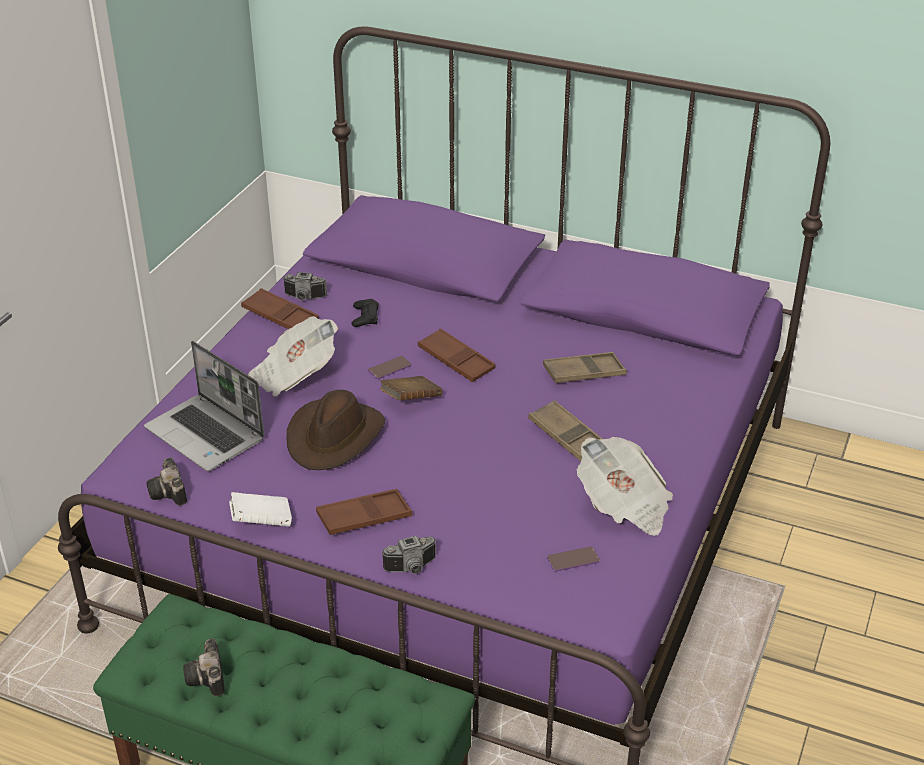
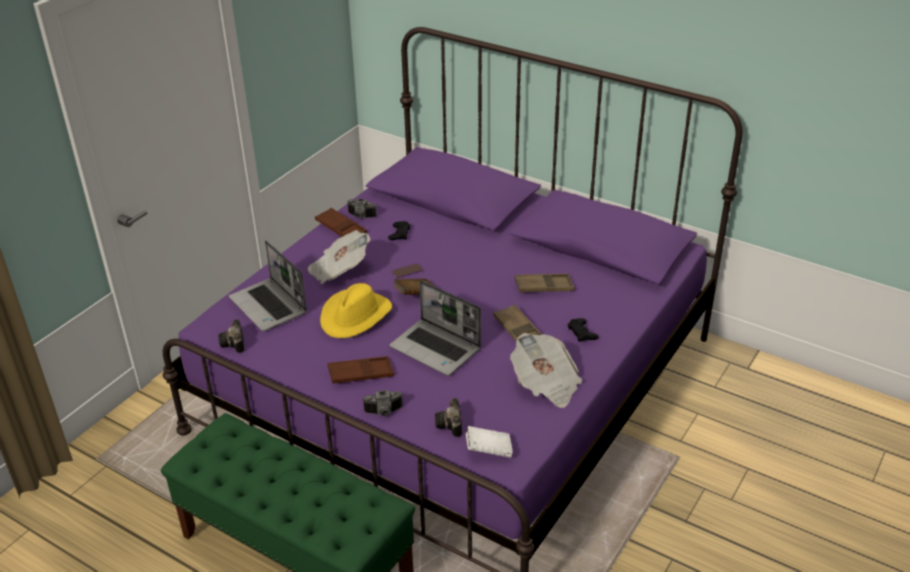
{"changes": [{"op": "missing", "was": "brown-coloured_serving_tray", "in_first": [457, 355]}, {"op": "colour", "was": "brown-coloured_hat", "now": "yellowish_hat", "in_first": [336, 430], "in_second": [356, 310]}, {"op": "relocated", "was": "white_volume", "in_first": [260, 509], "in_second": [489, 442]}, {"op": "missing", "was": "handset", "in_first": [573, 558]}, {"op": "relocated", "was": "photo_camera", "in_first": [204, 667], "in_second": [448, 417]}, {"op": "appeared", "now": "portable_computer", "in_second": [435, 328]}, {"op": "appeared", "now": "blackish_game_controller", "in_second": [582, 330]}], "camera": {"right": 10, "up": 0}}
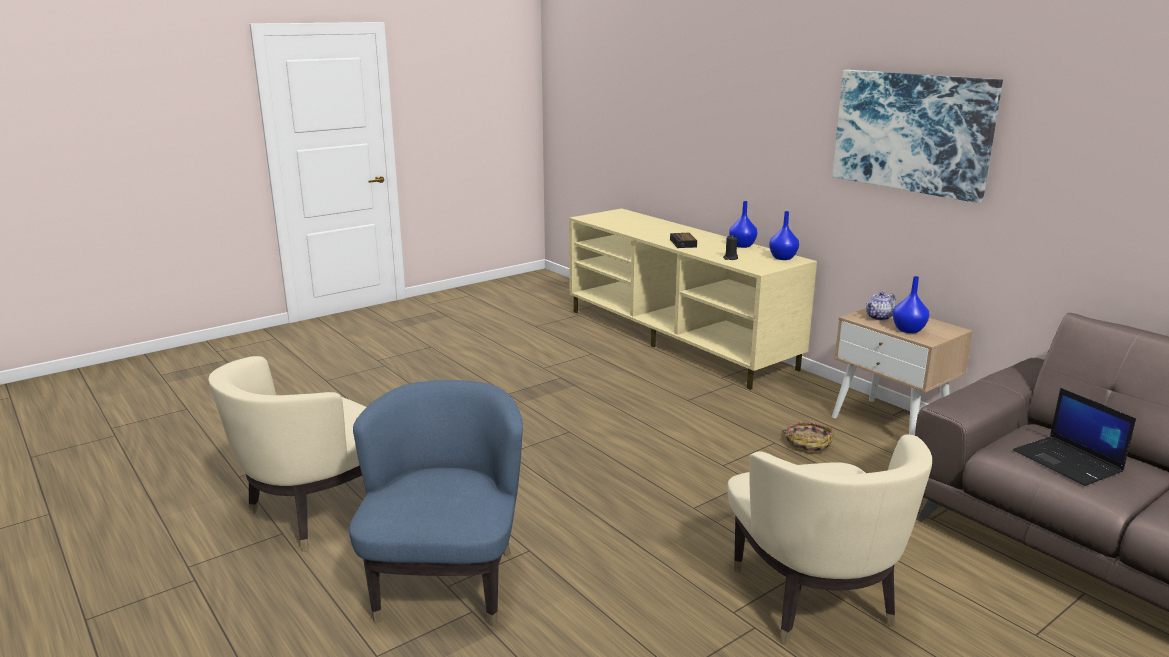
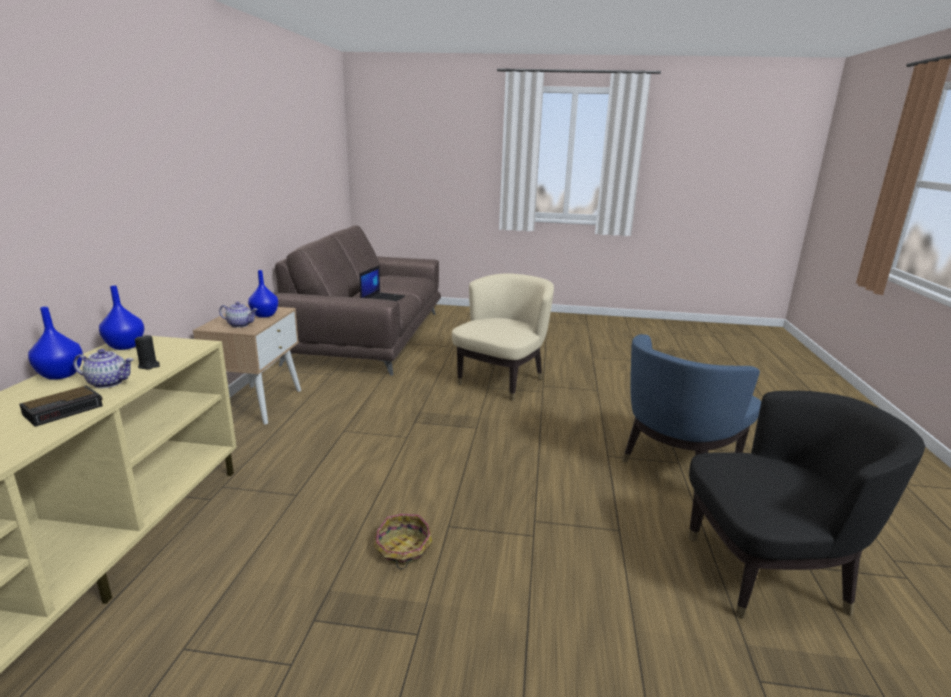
{"changes": [{"op": "missing", "was": "picture", "in_first": [917, 136]}, {"op": "colour", "was": "beige-coloured_armchair", "now": "blackish_armchair", "in_first": [287, 454], "in_second": [806, 505]}, {"op": "relocated", "was": "basket", "in_first": [808, 438], "in_second": [403, 542]}, {"op": "appeared", "now": "tea_pot", "in_second": [103, 368]}], "camera": {"right": -135, "up": 0}}
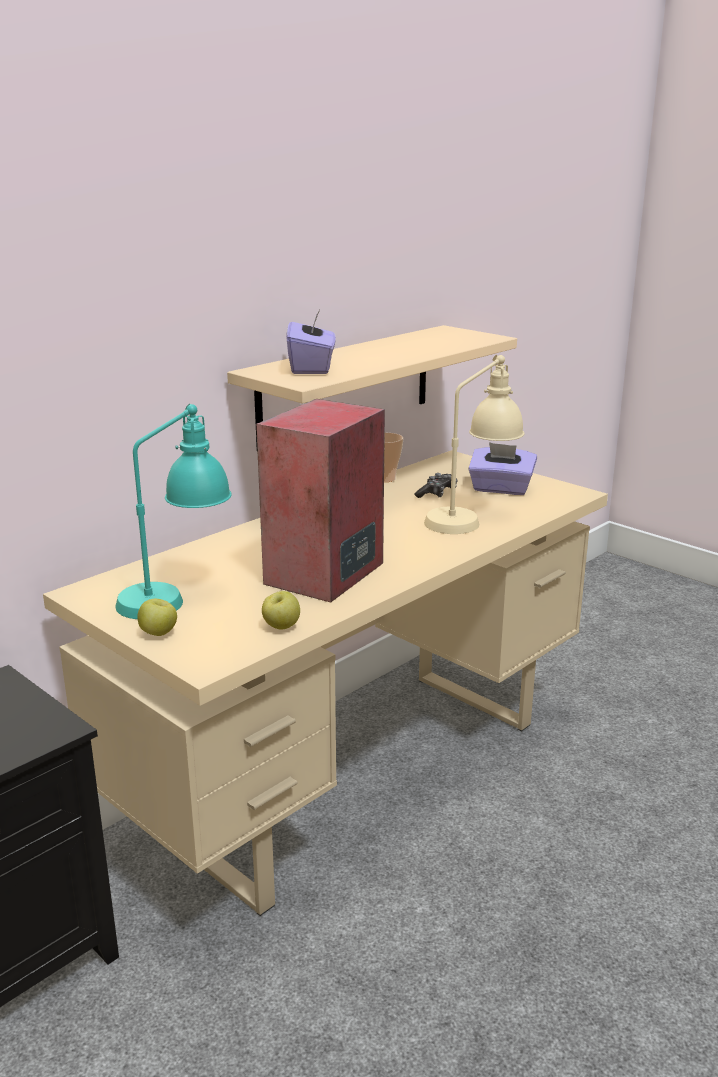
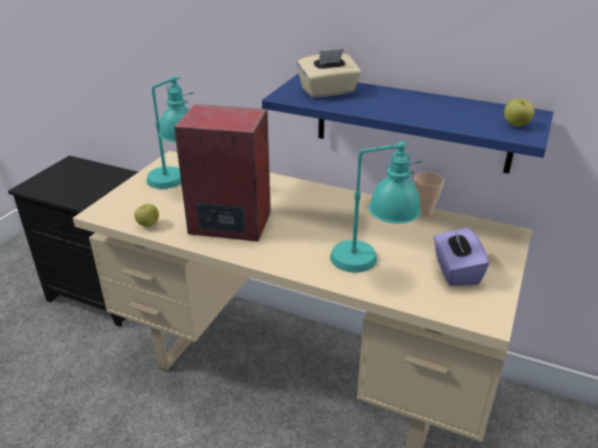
{"changes": [{"op": "colour", "was": "purple-coloured_tissue_holder", "now": "beige-coloured_tissue_holder", "in_first": [311, 342], "in_second": [329, 73]}, {"op": "colour", "was": "beige-coloured_wall_shelf", "now": "blue_wall_shelf", "in_first": [372, 384], "in_second": [408, 124]}, {"op": "colour", "was": "beige-coloured_tabletop_lamp", "now": "blue-green_tabletop_lamp", "in_first": [474, 444], "in_second": [376, 207]}, {"op": "missing", "was": "game_controller", "in_first": [436, 485]}, {"op": "relocated", "was": "apple_fruit", "in_first": [157, 617], "in_second": [519, 112]}], "camera": {"right": 70, "up": 10}}
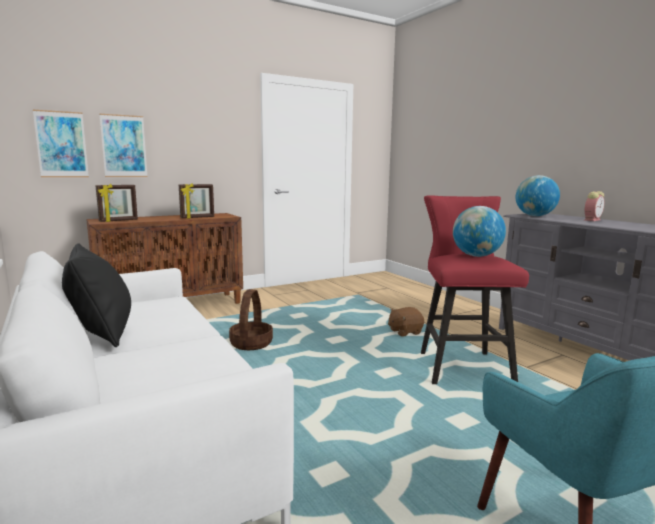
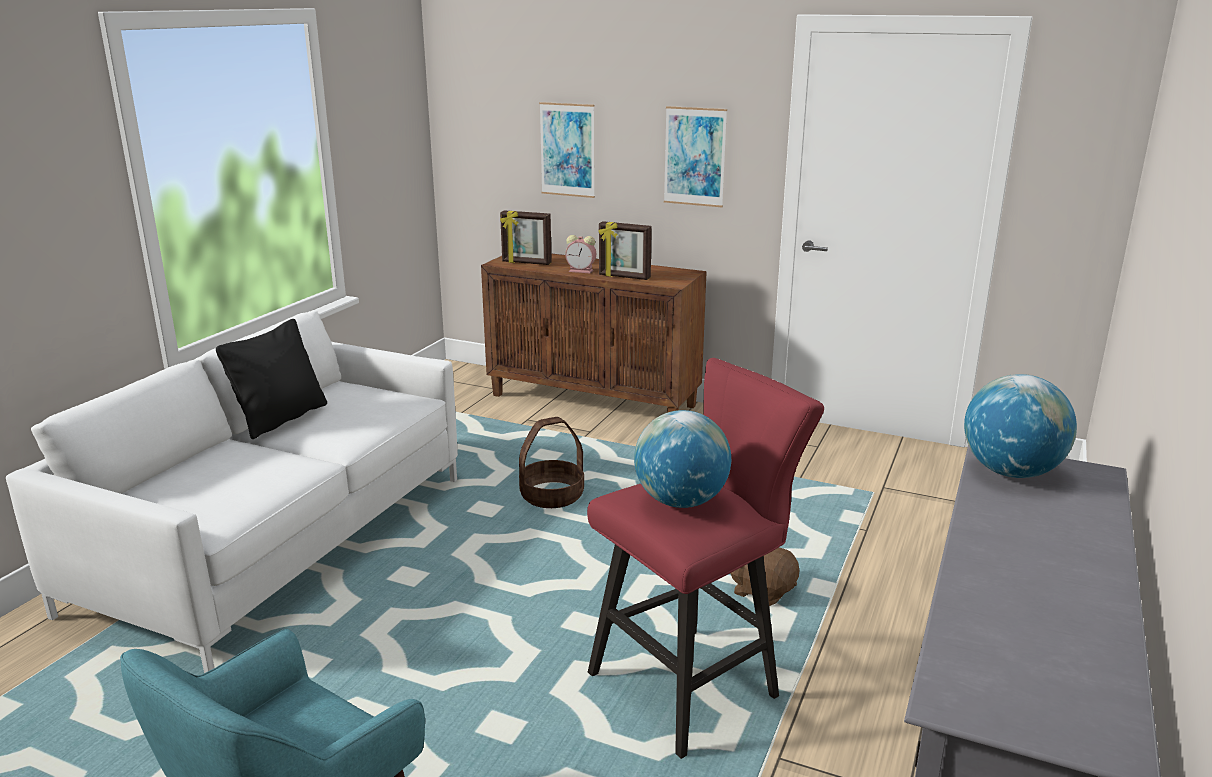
{"changes": [{"op": "relocated", "was": "picture", "in_first": [61, 143], "in_second": [695, 156]}, {"op": "relocated", "was": "bedside_clock", "in_first": [594, 206], "in_second": [580, 254]}], "camera": {"right": 55, "up": 10}}
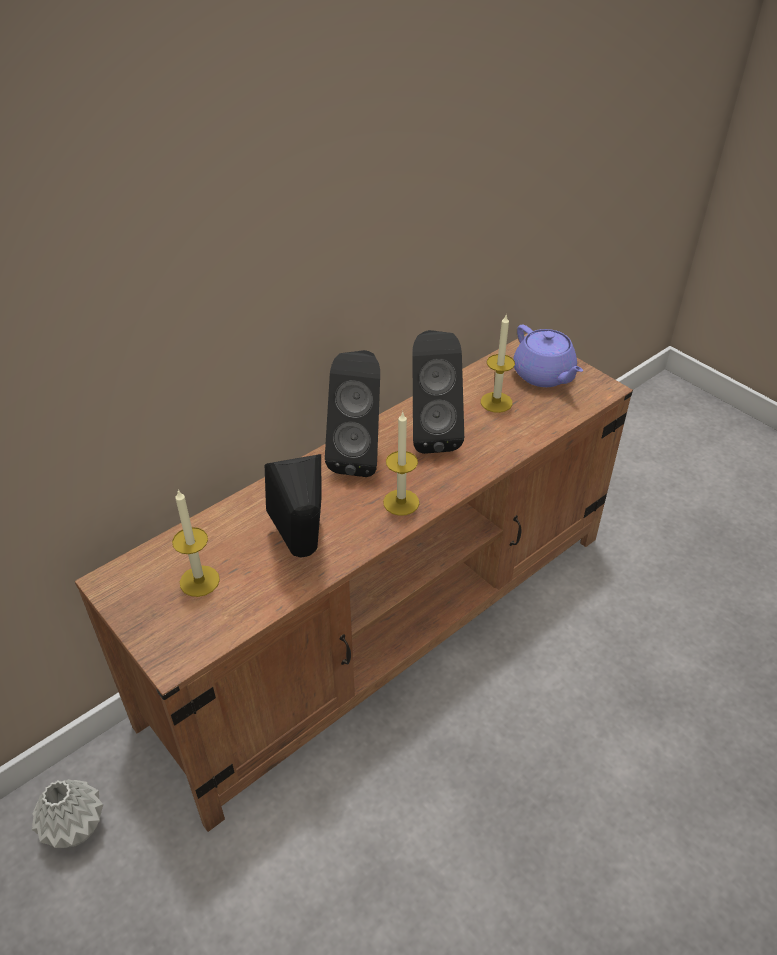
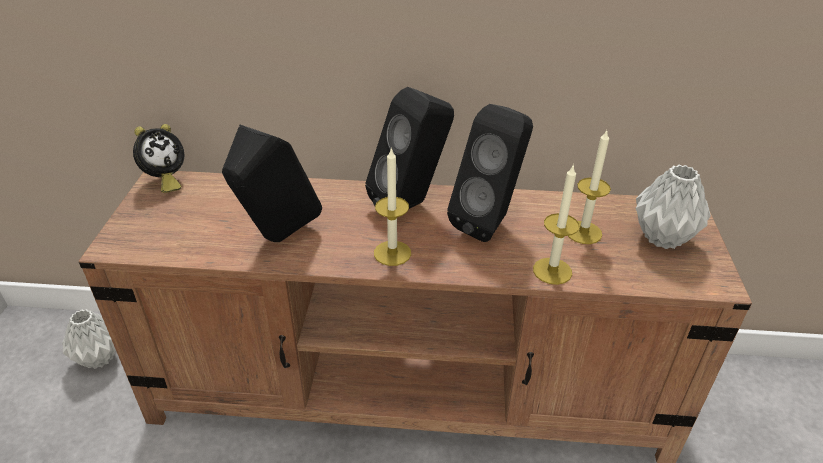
{"changes": [{"op": "exchanged", "was": "purple-coloured_tea_pot", "now": "grey_decorative_vase", "in_first": [548, 356], "in_second": [673, 207]}, {"op": "relocated", "was": "candle", "in_first": [196, 543], "in_second": [556, 224]}, {"op": "appeared", "now": "bedside_clock", "in_second": [158, 158]}], "camera": {"right": 45, "up": -5}}
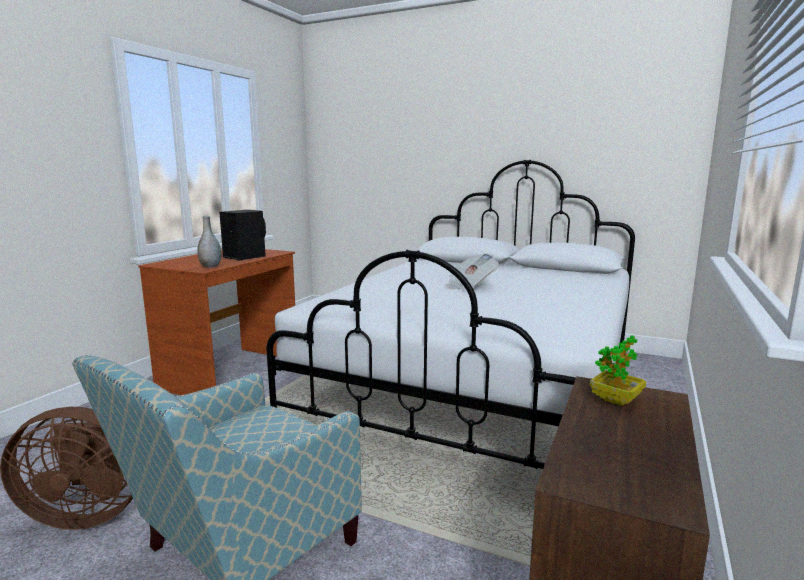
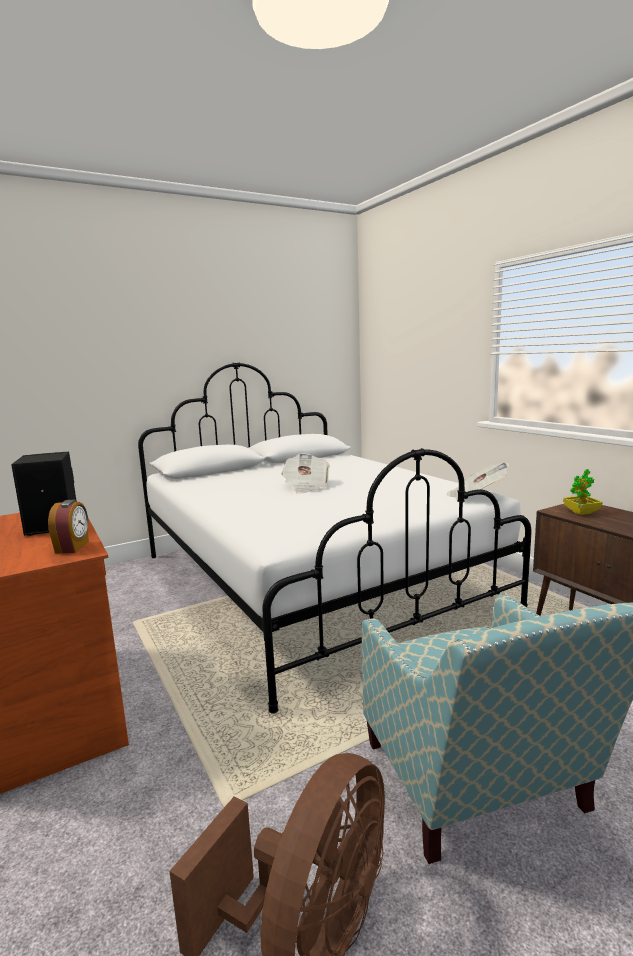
{"changes": [{"op": "exchanged", "was": "grey_decorative_vase", "now": "bedside_clock", "in_first": [209, 242], "in_second": [68, 527]}, {"op": "appeared", "now": "daily_paper", "in_second": [478, 480]}], "camera": {"right": -55, "up": 0}}
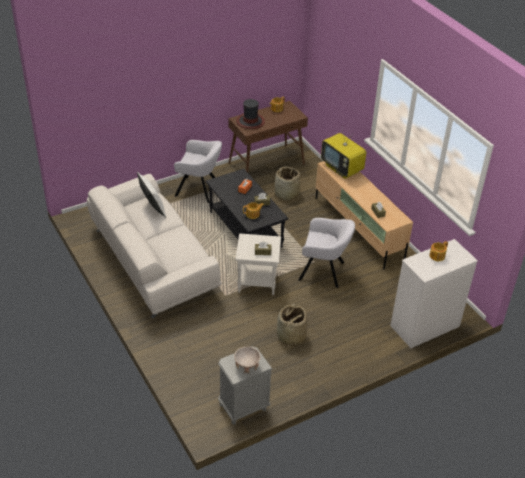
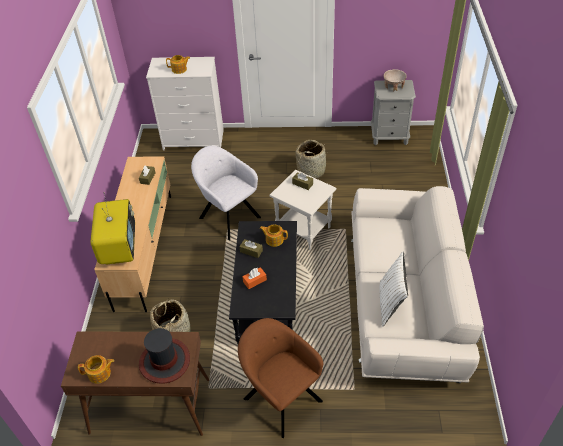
{"changes": [{"op": "colour", "was": "grey_armchair", "now": "brown-coloured_armchair", "in_first": [198, 171], "in_second": [280, 378]}], "camera": {"right": -145, "up": 5}}
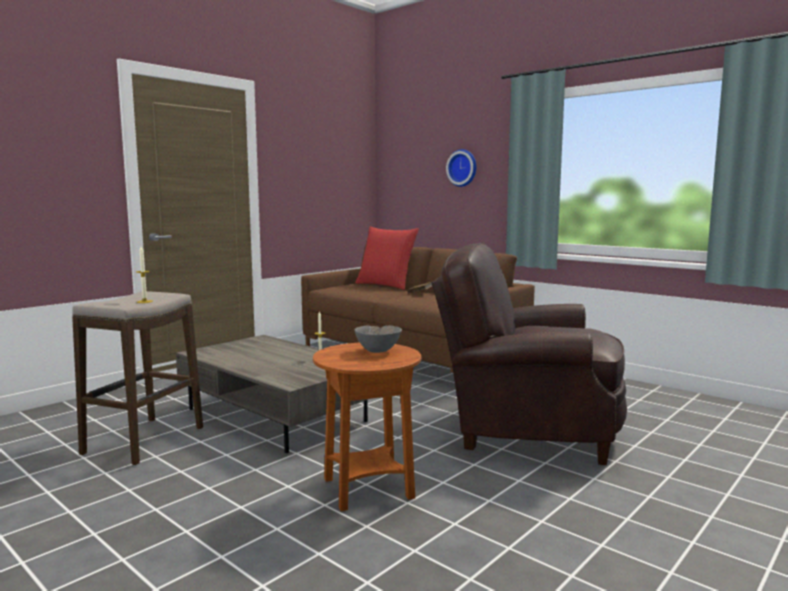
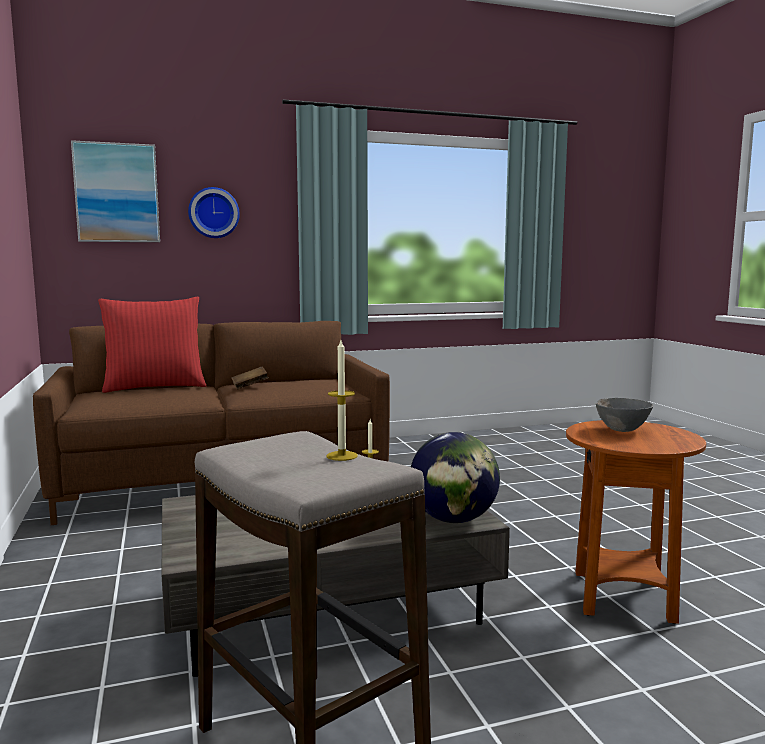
{"changes": [{"op": "missing", "was": "brown-coloured_armchair", "in_first": [529, 354]}, {"op": "appeared", "now": "picture", "in_second": [115, 191]}, {"op": "appeared", "now": "world_globe", "in_second": [455, 477]}], "camera": {"right": -60, "up": 0}}
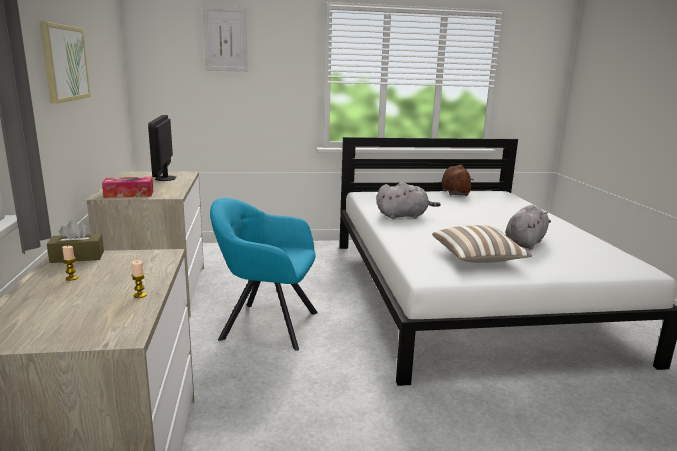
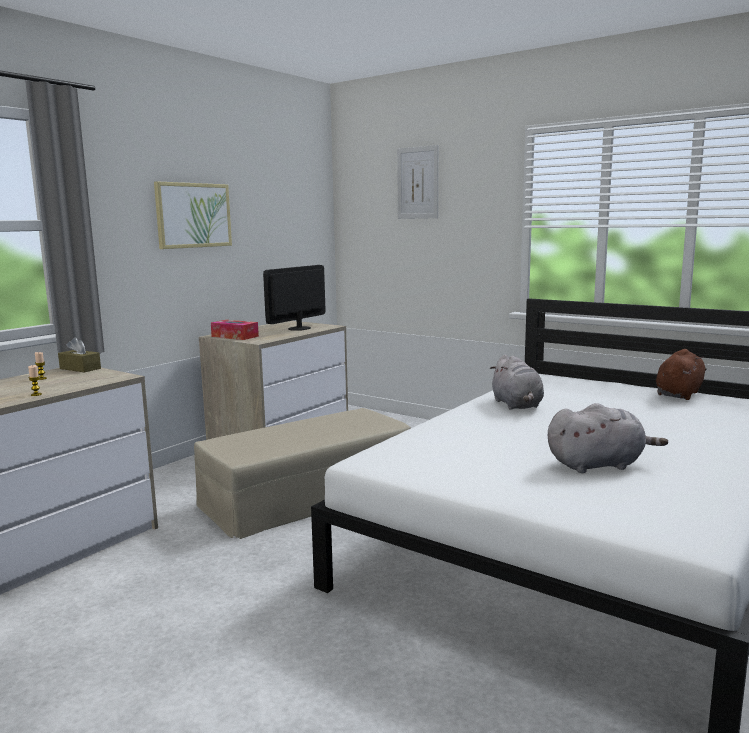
{"changes": [{"op": "spun", "was": "grey_soft_toy", "in_first": [408, 200], "in_second": [517, 382], "clockwise": 45}, {"op": "exchanged", "was": "blue-green_armchair", "now": "beige-coloured_pouffe", "in_first": [264, 274], "in_second": [302, 473]}, {"op": "missing", "was": "throw_pillow", "in_first": [482, 244]}], "camera": {"right": 45, "up": -5}}
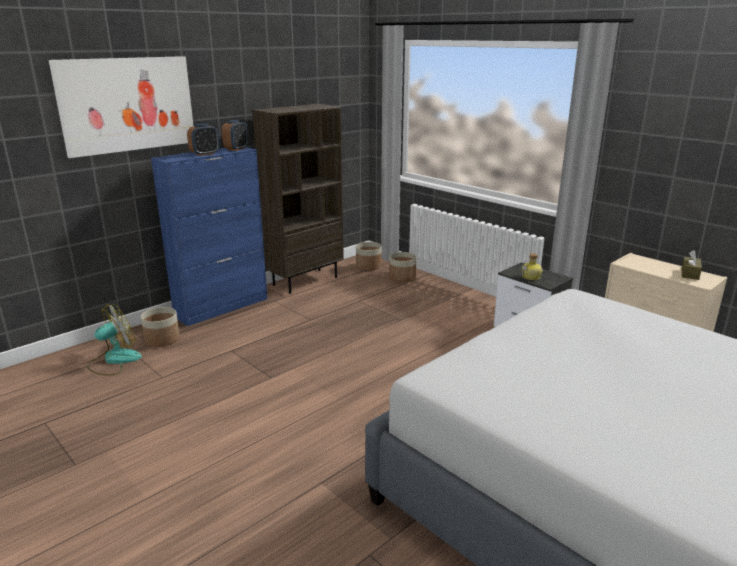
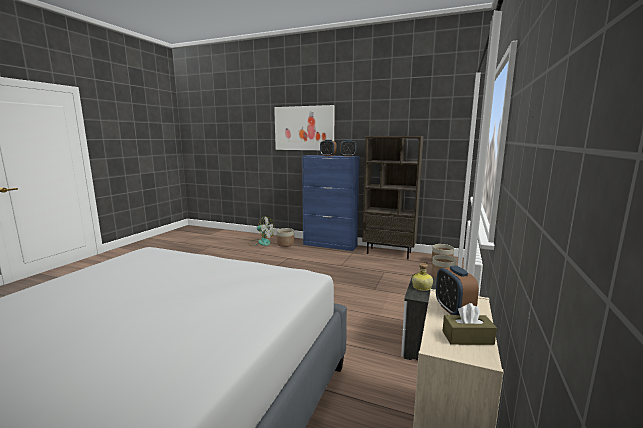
{"changes": [{"op": "appeared", "now": "bedside_clock", "in_second": [457, 290]}], "camera": {"right": 65, "up": -10}}
